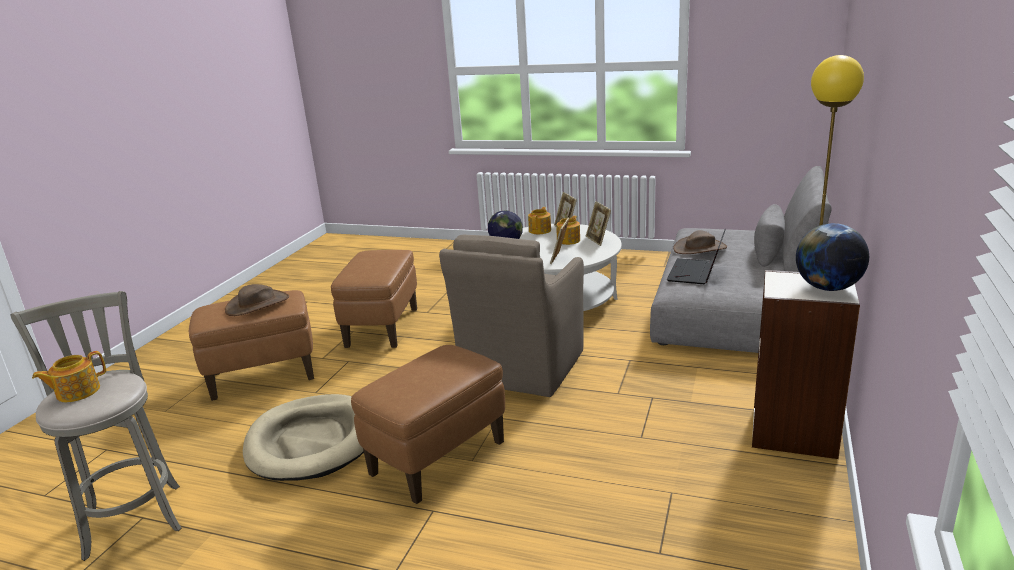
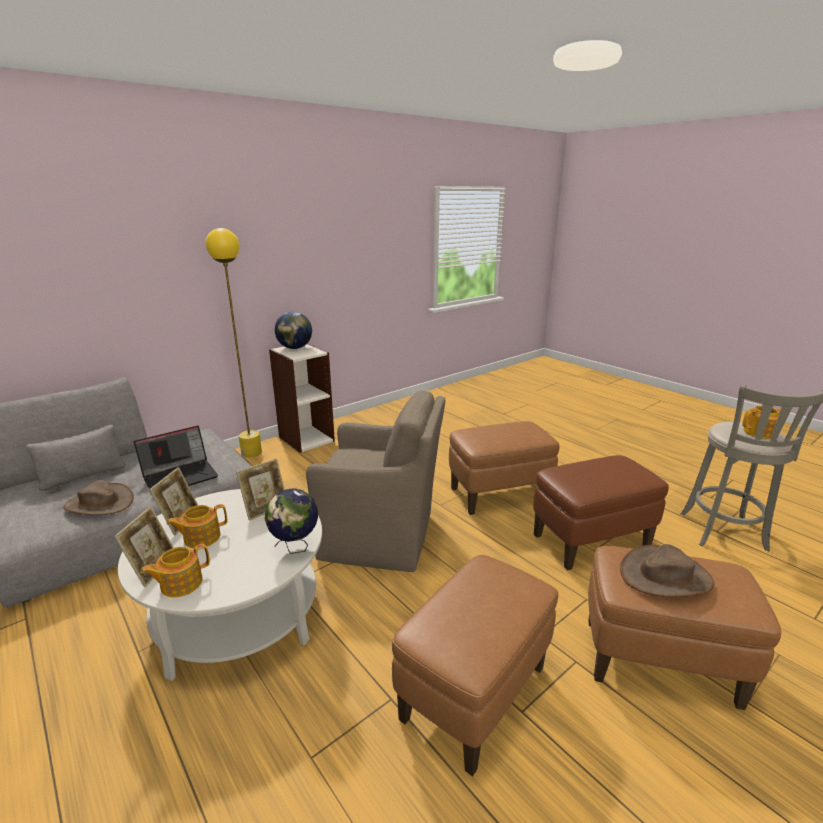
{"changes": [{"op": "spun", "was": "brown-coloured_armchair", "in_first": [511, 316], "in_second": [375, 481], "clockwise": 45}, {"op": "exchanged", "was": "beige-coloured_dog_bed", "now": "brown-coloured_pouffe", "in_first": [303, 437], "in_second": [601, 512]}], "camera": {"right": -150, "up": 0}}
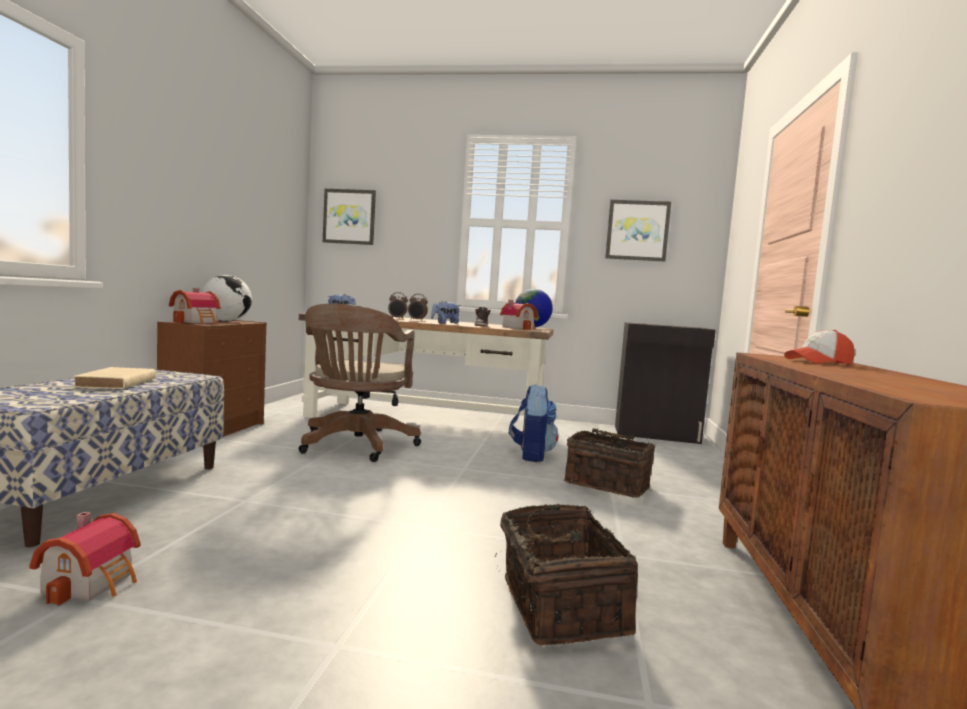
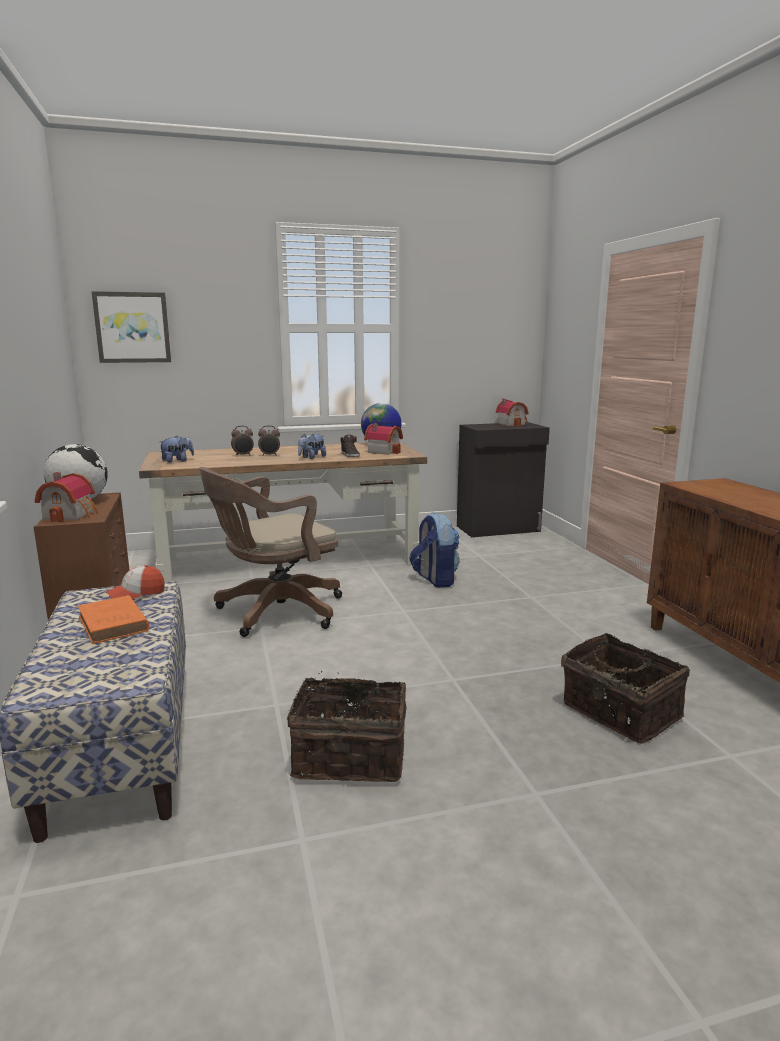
{"changes": [{"op": "missing", "was": "picture", "in_first": [638, 231]}, {"op": "spun", "was": "brown-coloured_computer_chair", "in_first": [360, 383], "in_second": [270, 552], "clockwise": 75}, {"op": "relocated", "was": "peaked_cap", "in_first": [819, 347], "in_second": [135, 582]}, {"op": "colour", "was": "beige-coloured_volume", "now": "orange_volume", "in_first": [114, 378], "in_second": [113, 619]}, {"op": "relocated", "was": "basket", "in_first": [610, 463], "in_second": [346, 726]}, {"op": "relocated", "was": "model_house", "in_first": [85, 559], "in_second": [512, 412]}], "camera": {"right": -25, "up": 10}}
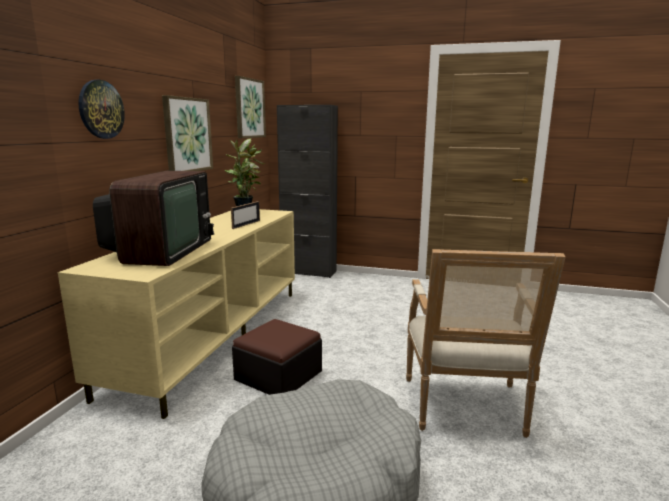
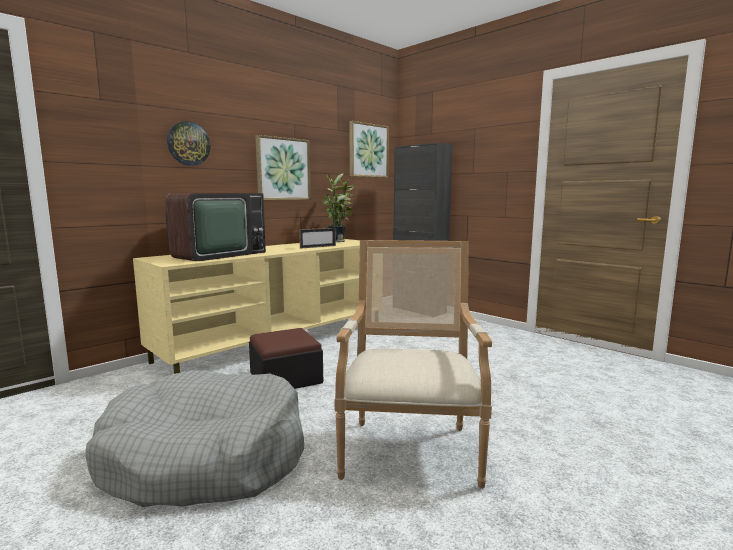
{"changes": [{"op": "spun", "was": "armchair", "in_first": [485, 343], "in_second": [413, 364], "clockwise": 150}], "camera": {"right": 30, "up": -5}}
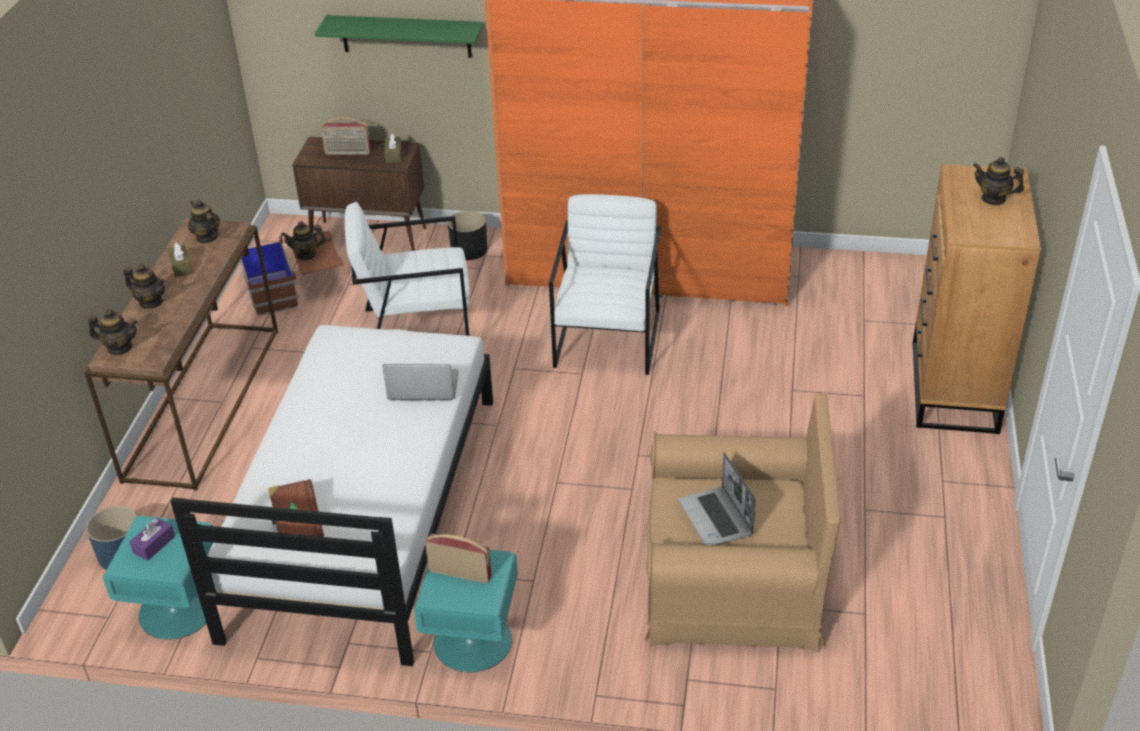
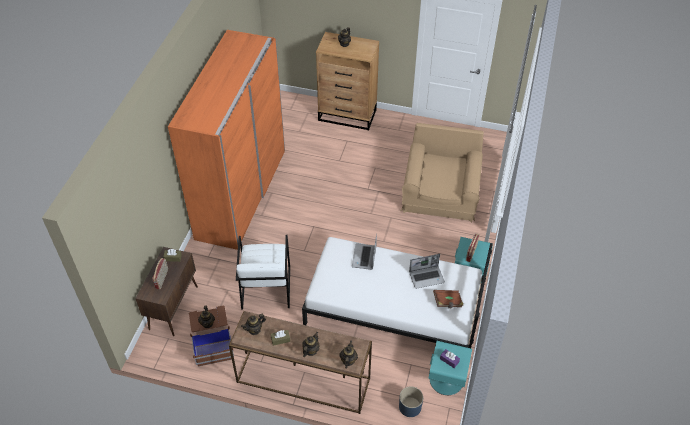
{"changes": [{"op": "missing", "was": "green-coloured_wall_shelf", "in_first": [399, 36]}, {"op": "missing", "was": "white_armchair", "in_first": [605, 284]}, {"op": "missing", "was": "blackish_plant_pot", "in_first": [467, 235]}, {"op": "relocated", "was": "portable_computer", "in_first": [717, 499], "in_second": [427, 271]}], "camera": {"right": -85, "up": 10}}
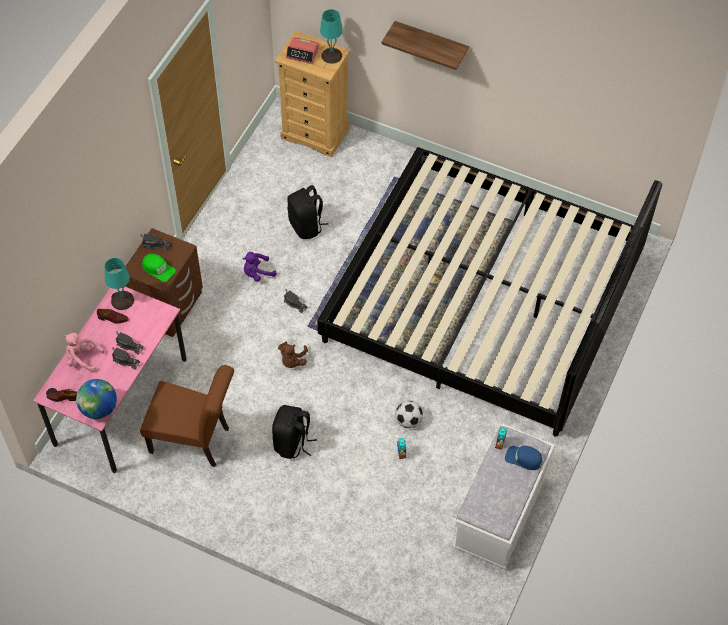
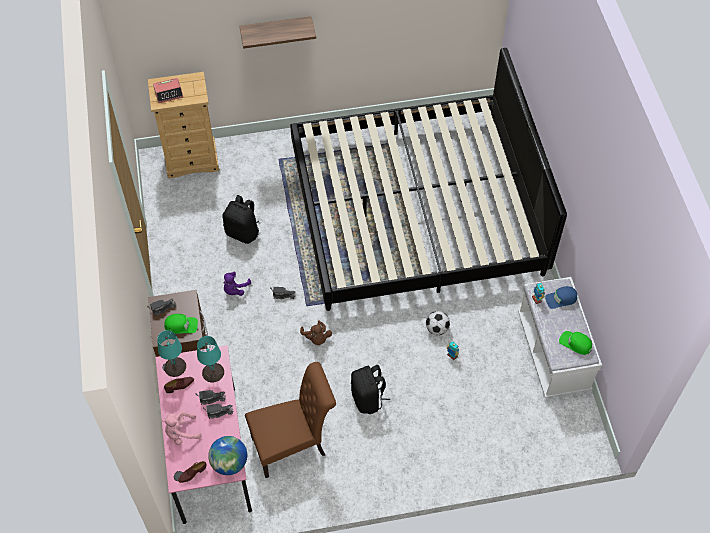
{"changes": [{"op": "relocated", "was": "blue-green_tabletop_lamp", "in_first": [331, 36], "in_second": [210, 359]}, {"op": "appeared", "now": "green-coloured_peaked_cap", "in_second": [575, 343]}], "camera": {"right": -35, "up": 0}}
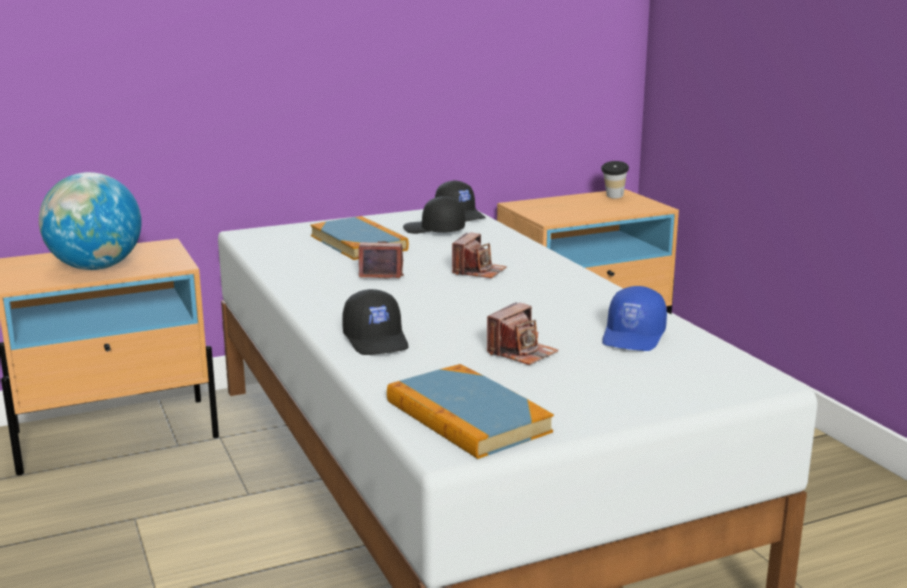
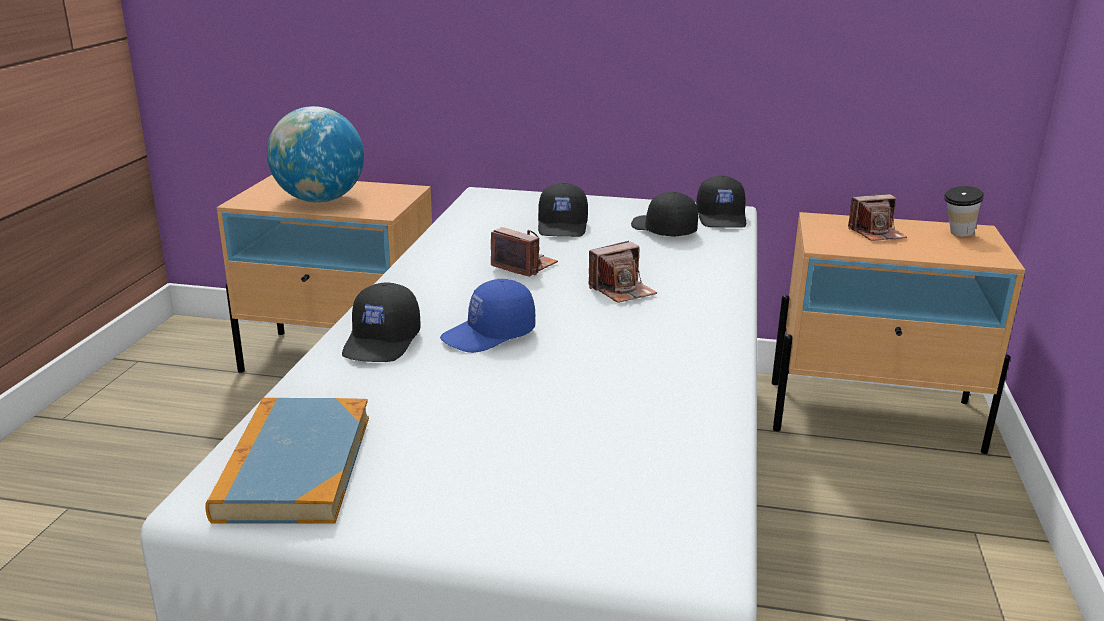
{"changes": [{"op": "exchanged", "was": "volume", "now": "blackish_peaked_cap", "in_first": [359, 238], "in_second": [563, 210]}, {"op": "relocated", "was": "blue_peaked_cap", "in_first": [634, 318], "in_second": [487, 316]}, {"op": "relocated", "was": "photo_camera", "in_first": [523, 333], "in_second": [877, 217]}], "camera": {"right": 35, "up": 5}}
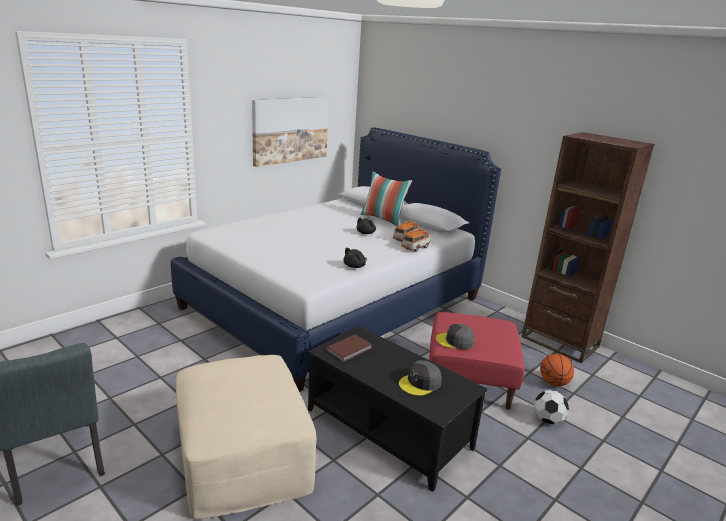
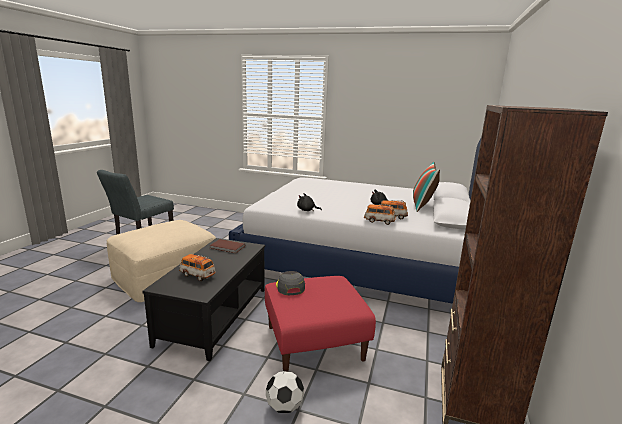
{"changes": [{"op": "missing", "was": "picture", "in_first": [290, 132]}, {"op": "missing", "was": "basketball_ball", "in_first": [557, 370]}, {"op": "exchanged", "was": "grey_peaked_cap", "now": "toy_car", "in_first": [420, 378], "in_second": [197, 267]}], "camera": {"right": 65, "up": -5}}
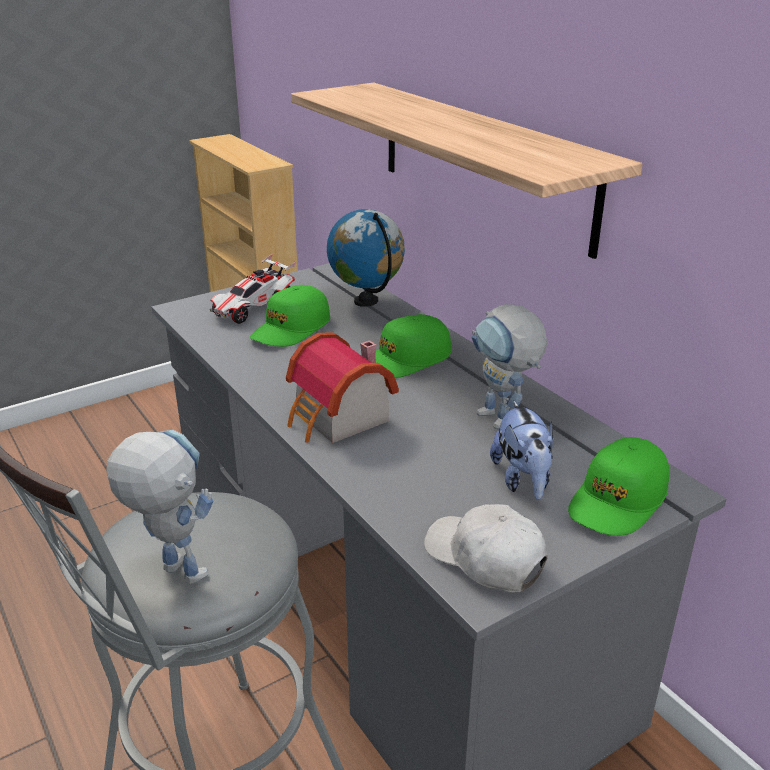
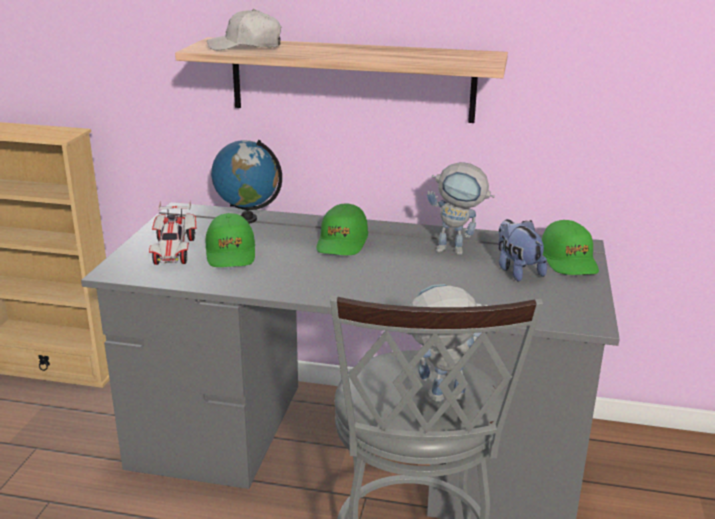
{"changes": [{"op": "missing", "was": "model_house", "in_first": [342, 387]}, {"op": "spun", "was": "soft_toy", "in_first": [522, 450], "in_second": [522, 250], "clockwise": -150}, {"op": "relocated", "was": "white_peaked_cap", "in_first": [486, 548], "in_second": [244, 29]}], "camera": {"right": -45, "up": -5}}
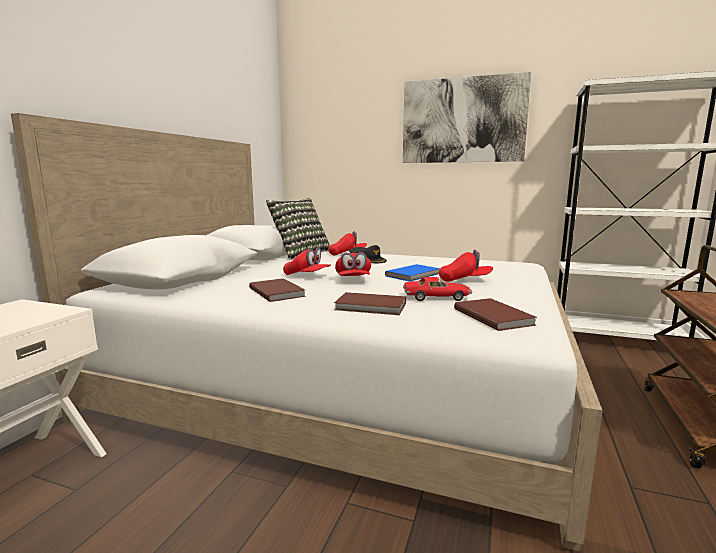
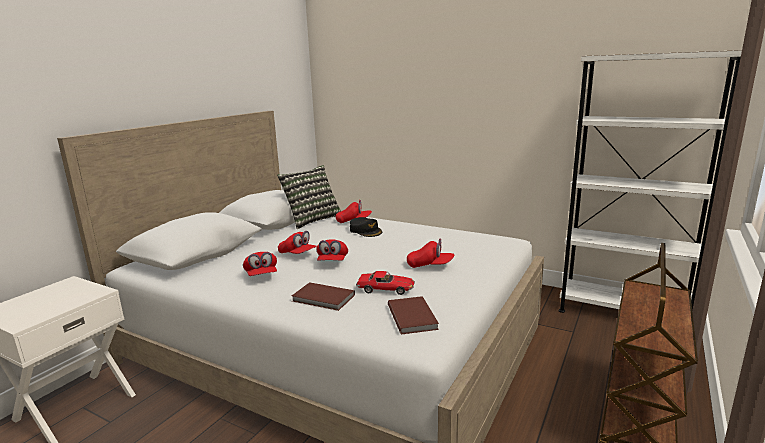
{"changes": [{"op": "missing", "was": "picture", "in_first": [467, 117]}, {"op": "missing", "was": "blue_volume", "in_first": [412, 273]}, {"op": "exchanged", "was": "brown-coloured_volume", "now": "reddish_peaked_cap", "in_first": [277, 290], "in_second": [260, 264]}], "camera": {"right": 10, "up": 5}}
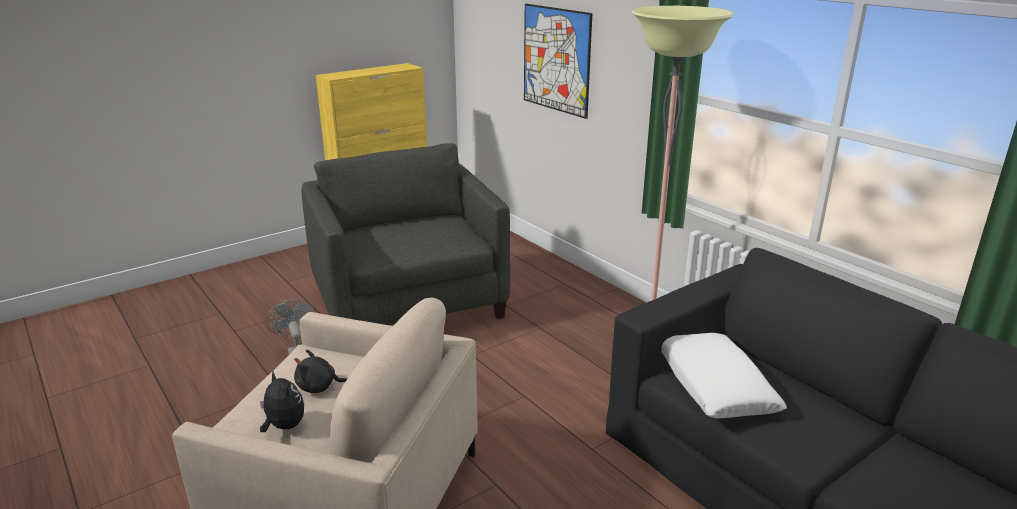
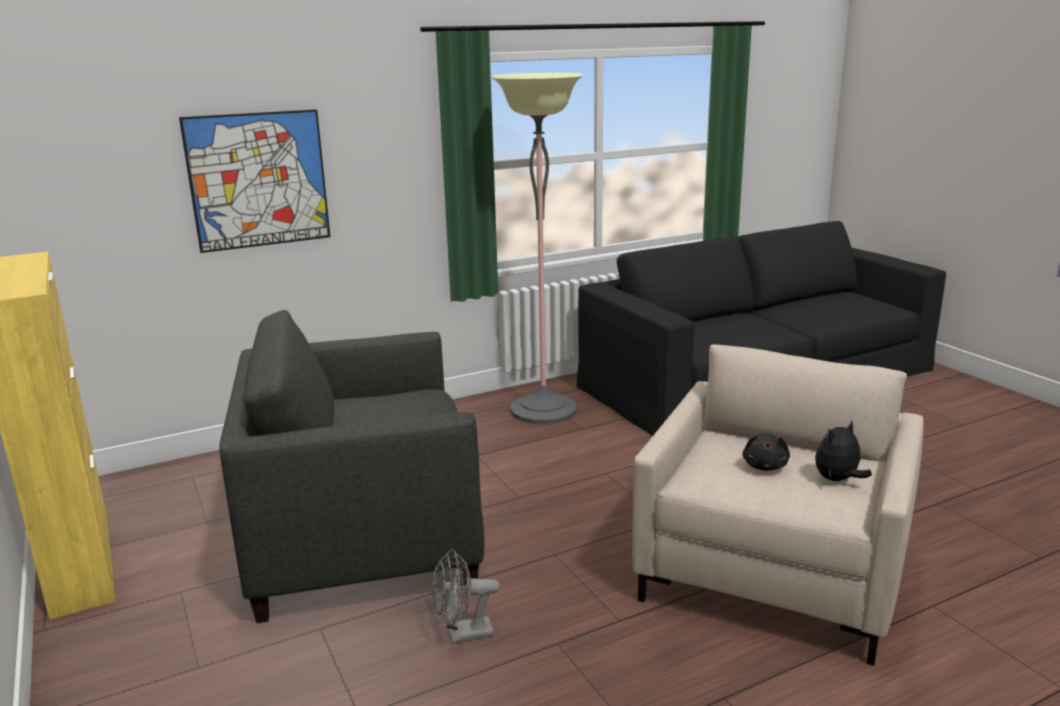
{"changes": [{"op": "missing", "was": "white_throw_pillow", "in_first": [724, 375]}], "camera": {"right": -80, "up": -5}}
